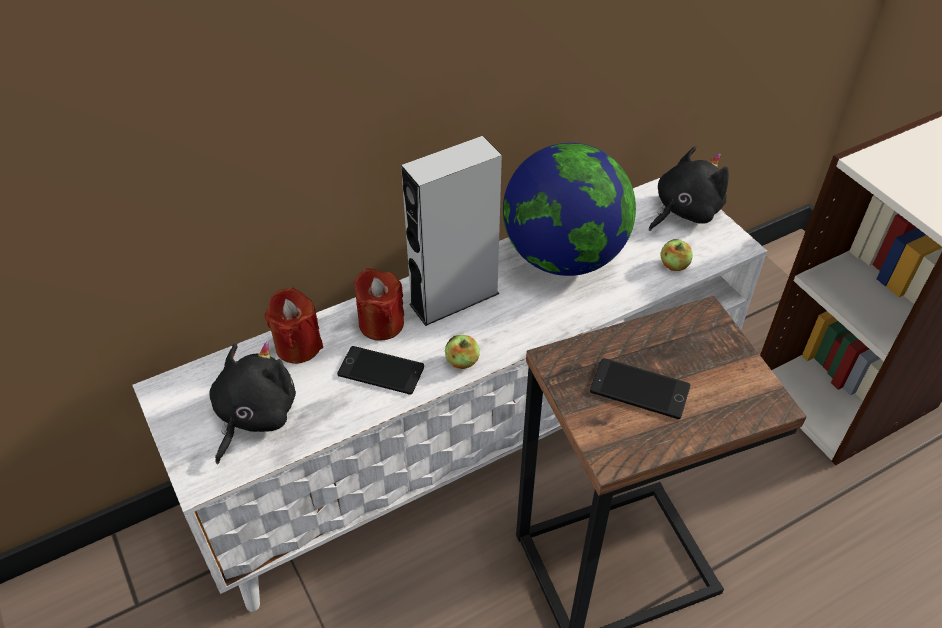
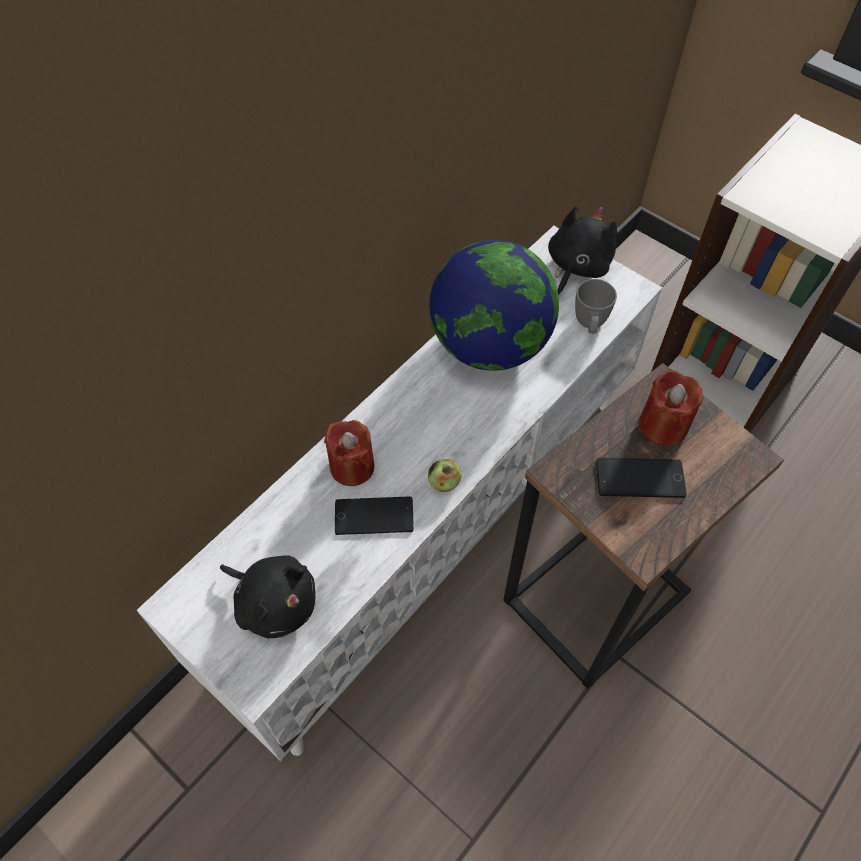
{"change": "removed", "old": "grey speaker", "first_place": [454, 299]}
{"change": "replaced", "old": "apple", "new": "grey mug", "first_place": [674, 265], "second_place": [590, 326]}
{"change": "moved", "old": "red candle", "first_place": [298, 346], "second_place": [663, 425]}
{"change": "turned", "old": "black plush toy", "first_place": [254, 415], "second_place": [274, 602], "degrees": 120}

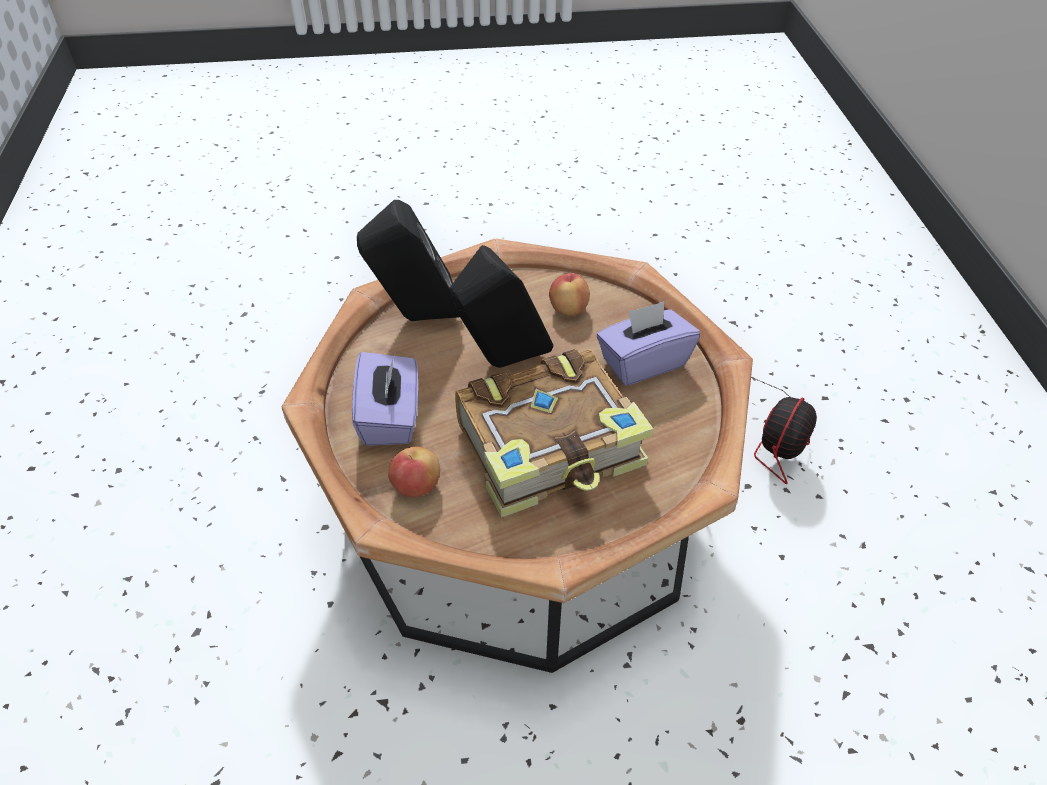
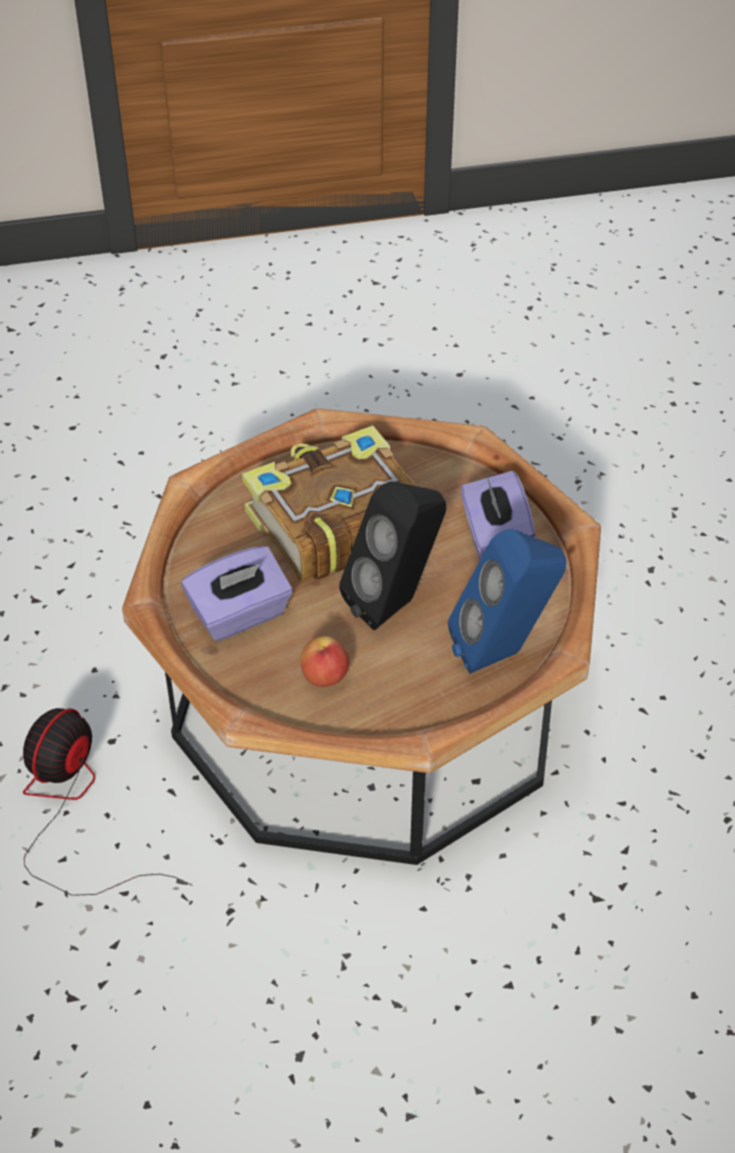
{"change": "recoloured", "old": "black speaker", "new": "blue speaker", "first_place": [416, 318], "second_place": [503, 652]}
{"change": "removed", "old": "apple", "first_place": [416, 486]}

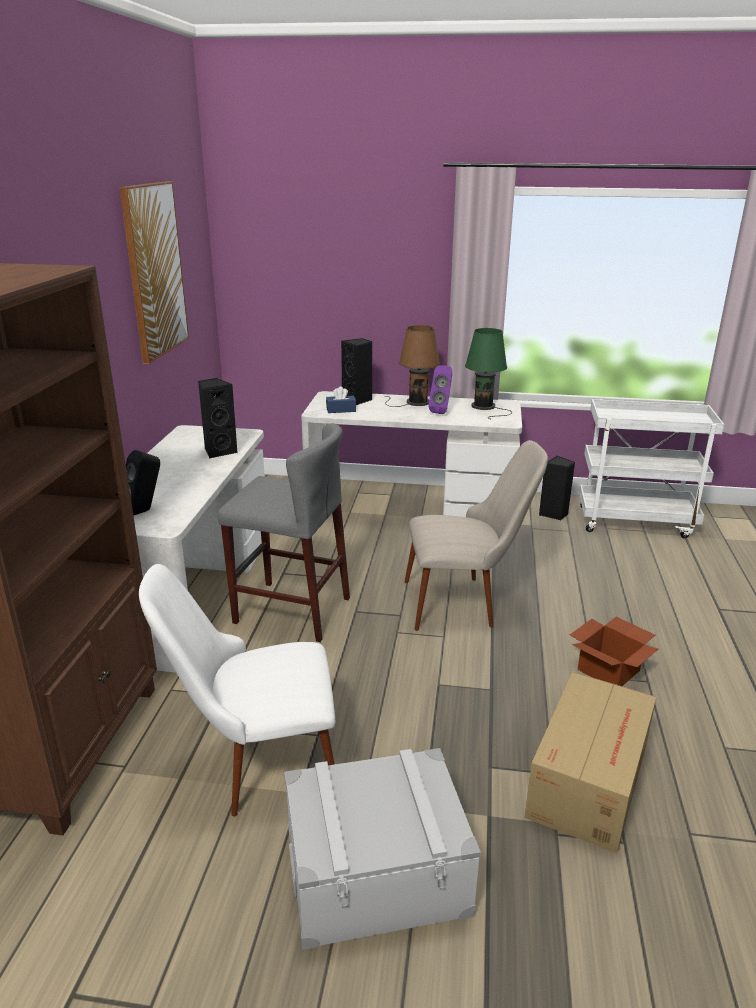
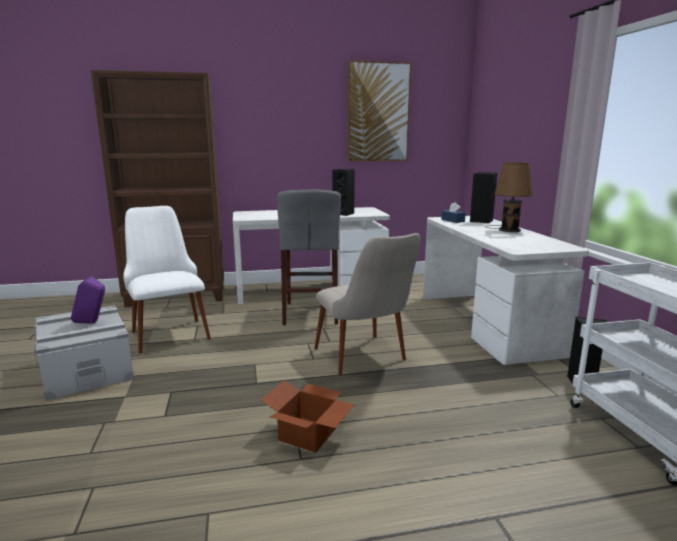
{"change": "removed", "old": "green table lamp", "first_place": [485, 407]}
{"change": "moved", "old": "purple speaker", "first_place": [442, 411], "second_place": [92, 323]}
{"change": "removed", "old": "black speaker", "first_place": [144, 511]}
{"change": "removed", "old": "cardboard box", "first_place": [590, 779]}

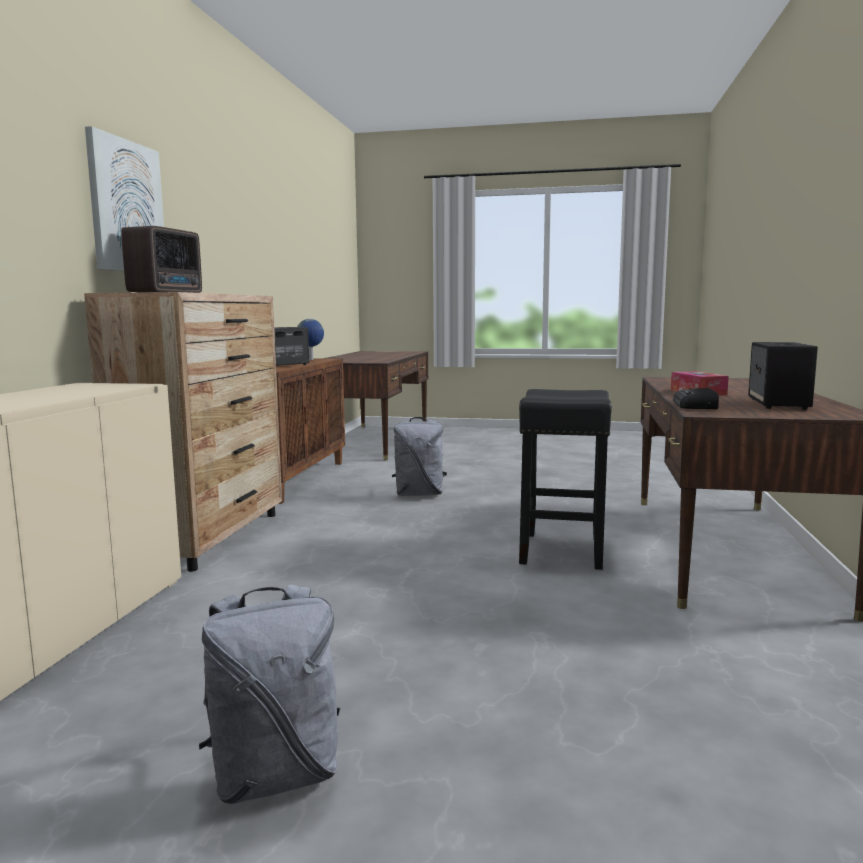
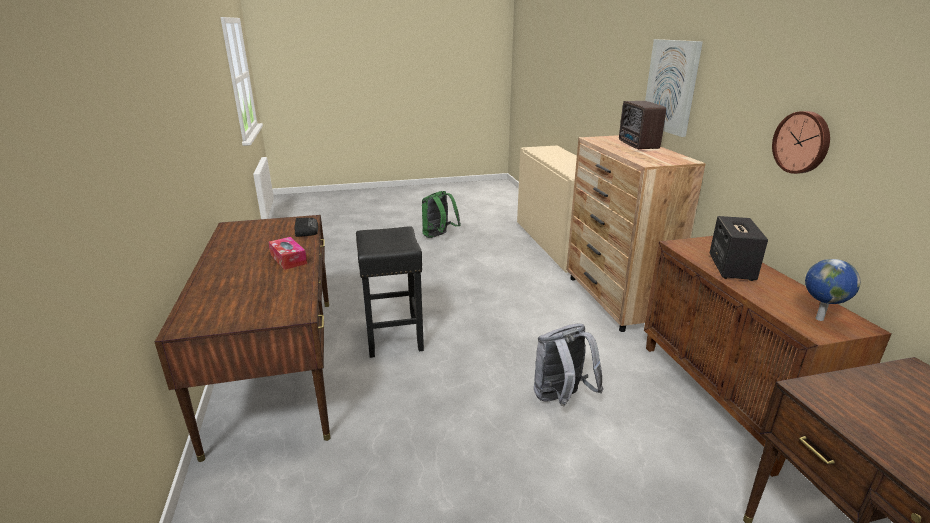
{"change": "removed", "old": "speaker", "first_place": [778, 404]}
{"change": "recoloured", "old": "grey backpack", "new": "green backpack", "first_place": [275, 775], "second_place": [438, 236]}
{"change": "added", "new": "wall clock", "second_place": [802, 142]}

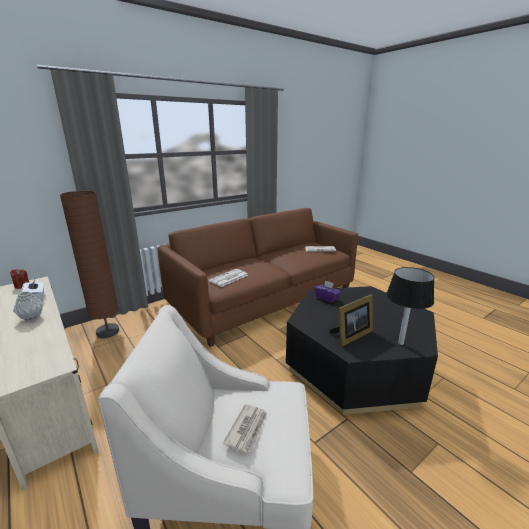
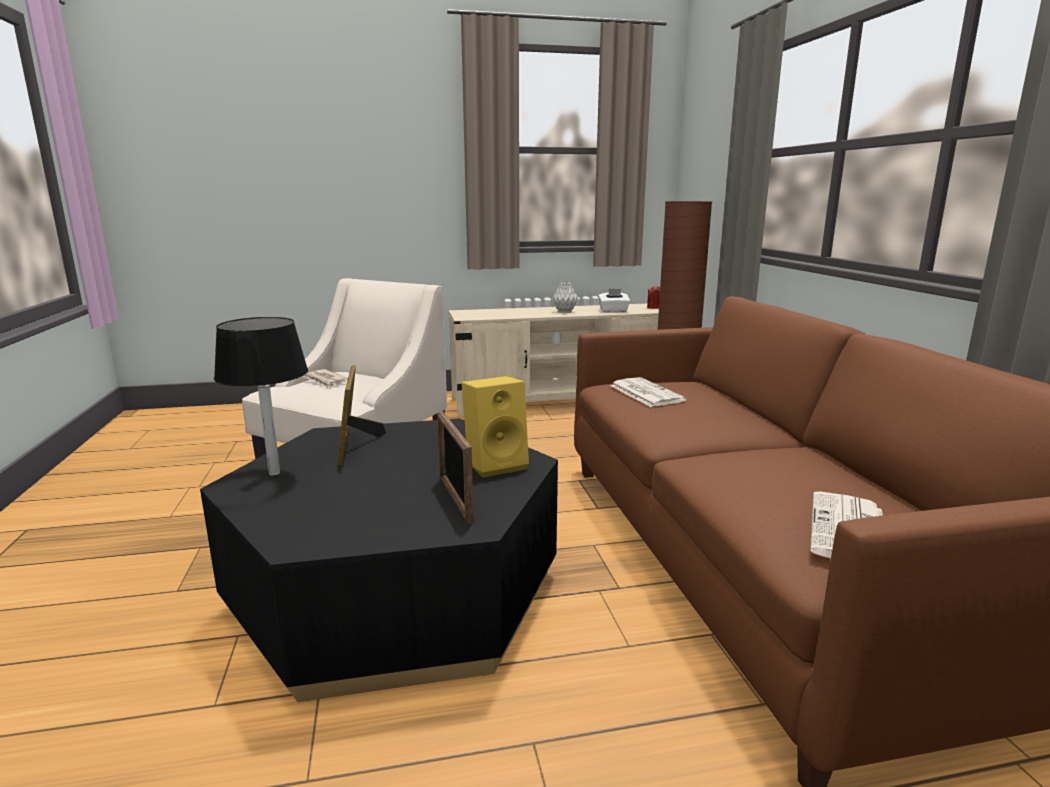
{"change": "replaced", "old": "purple tissue box", "new": "yellow speaker", "first_place": [326, 298], "second_place": [496, 464]}
{"change": "added", "new": "picture frame", "second_place": [455, 499]}

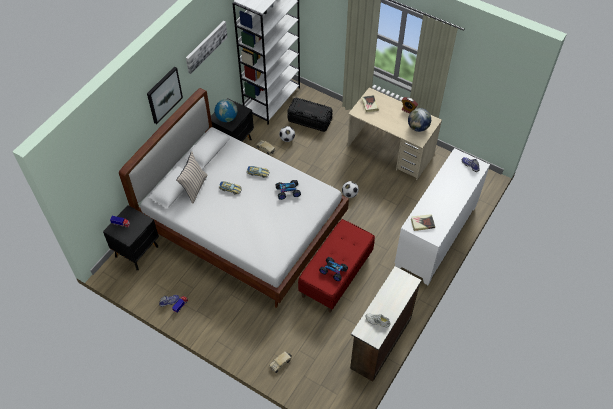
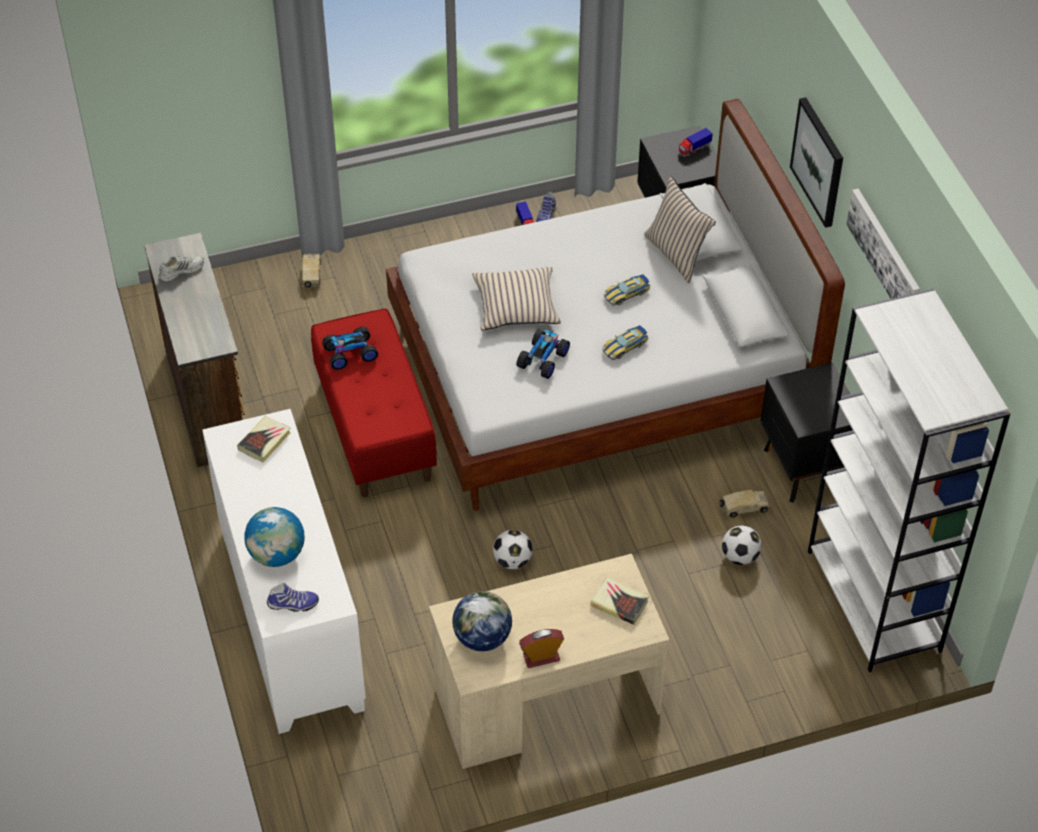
{"change": "removed", "old": "black storage box", "first_place": [309, 120]}
{"change": "moved", "old": "globe", "first_place": [227, 118], "second_place": [277, 554]}
{"change": "added", "new": "beige pillow", "second_place": [516, 306]}

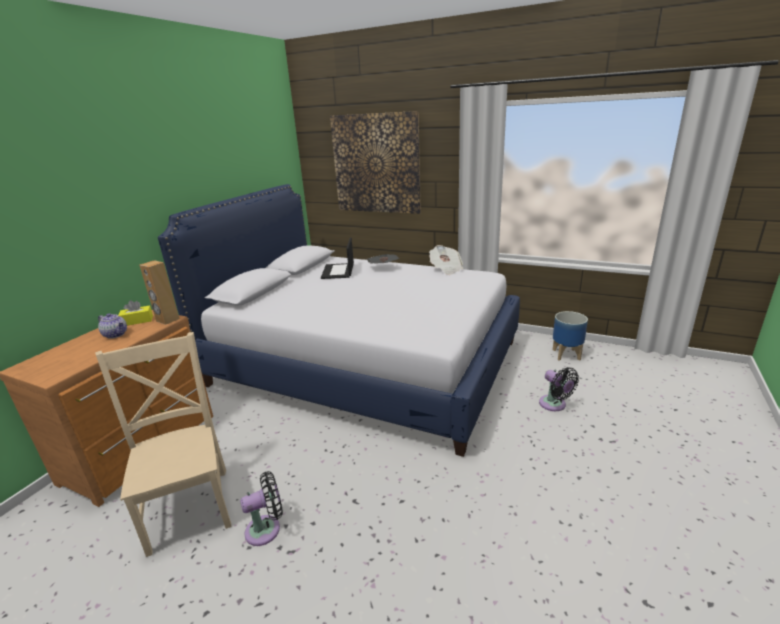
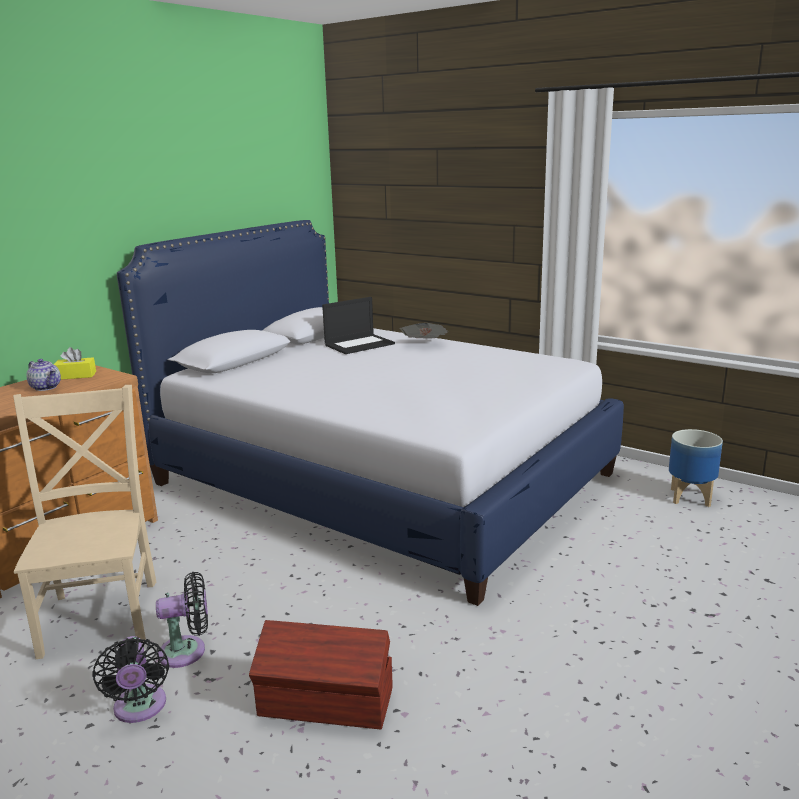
{"change": "removed", "old": "picture", "first_place": [376, 164]}
{"change": "turned", "old": "laptop", "first_place": [338, 271], "second_place": [359, 344], "degrees": -135}
{"change": "removed", "old": "newspaper", "first_place": [446, 269]}
{"change": "removed", "old": "brown speaker", "first_place": [167, 320]}
{"change": "moved", "old": "black fan", "first_place": [554, 405], "second_place": [140, 708]}
{"change": "added", "new": "brown storage box", "second_place": [326, 703]}

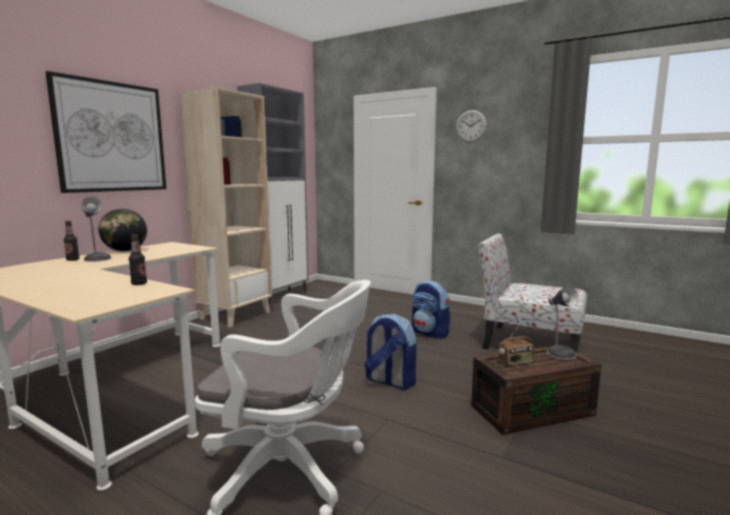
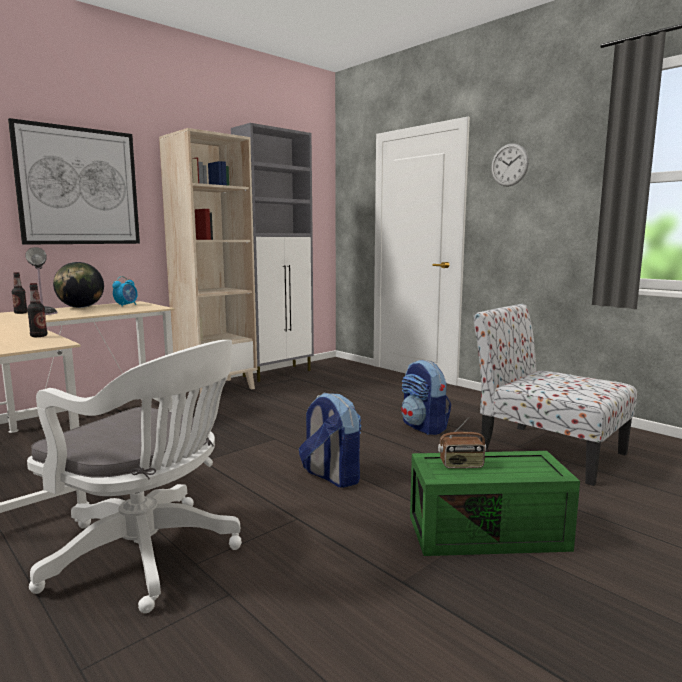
{"change": "removed", "old": "table lamp", "first_place": [560, 353]}
{"change": "recoloured", "old": "brown storage box", "new": "green storage box", "first_place": [532, 409], "second_place": [488, 531]}
{"change": "added", "new": "alarm clock", "second_place": [126, 305]}

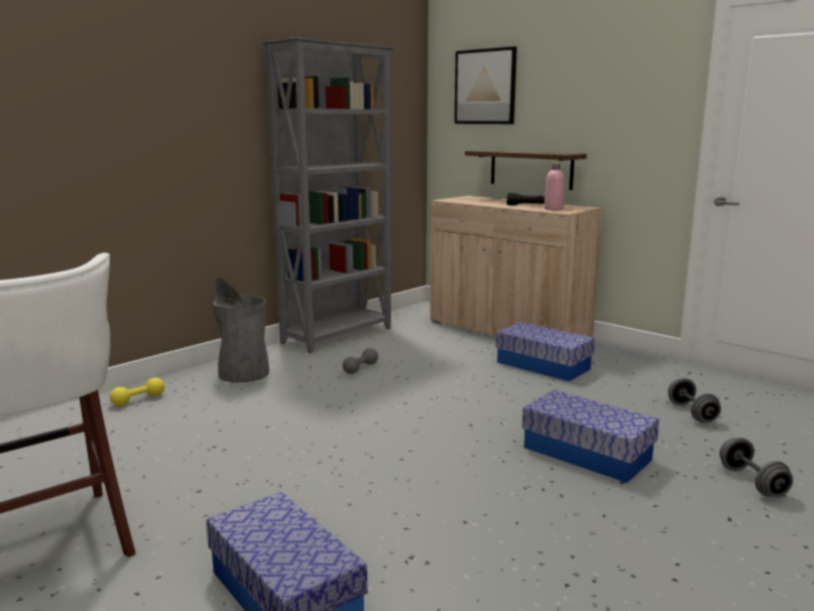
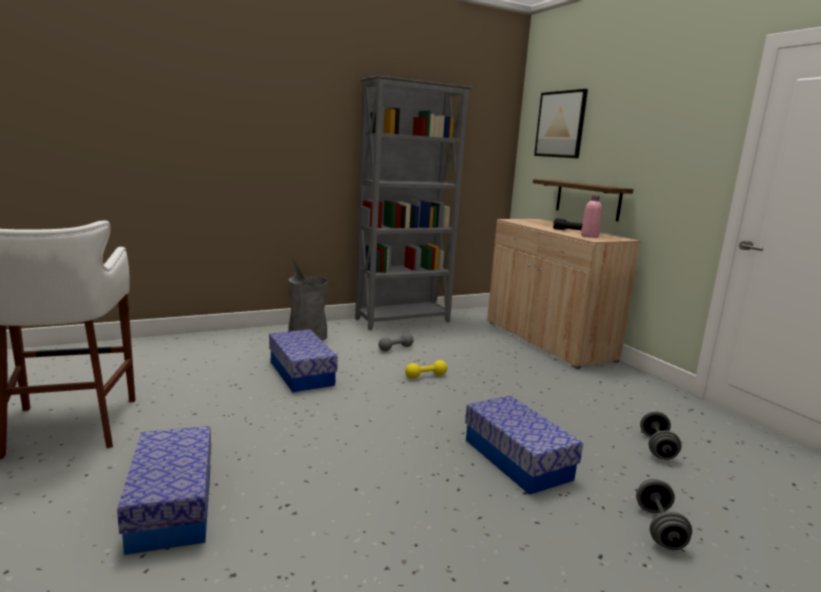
{"change": "moved", "old": "storage box", "first_place": [543, 365], "second_place": [301, 373]}
{"change": "moved", "old": "yellow dumbbell", "first_place": [138, 400], "second_place": [426, 376]}

